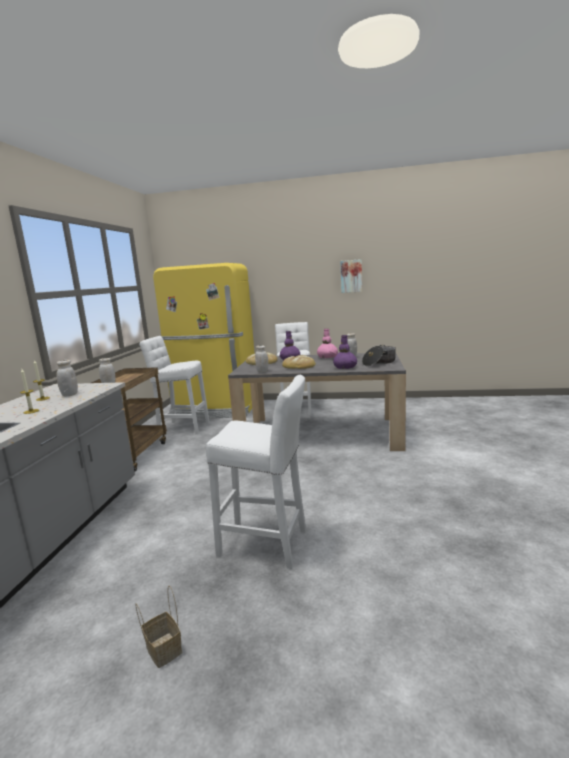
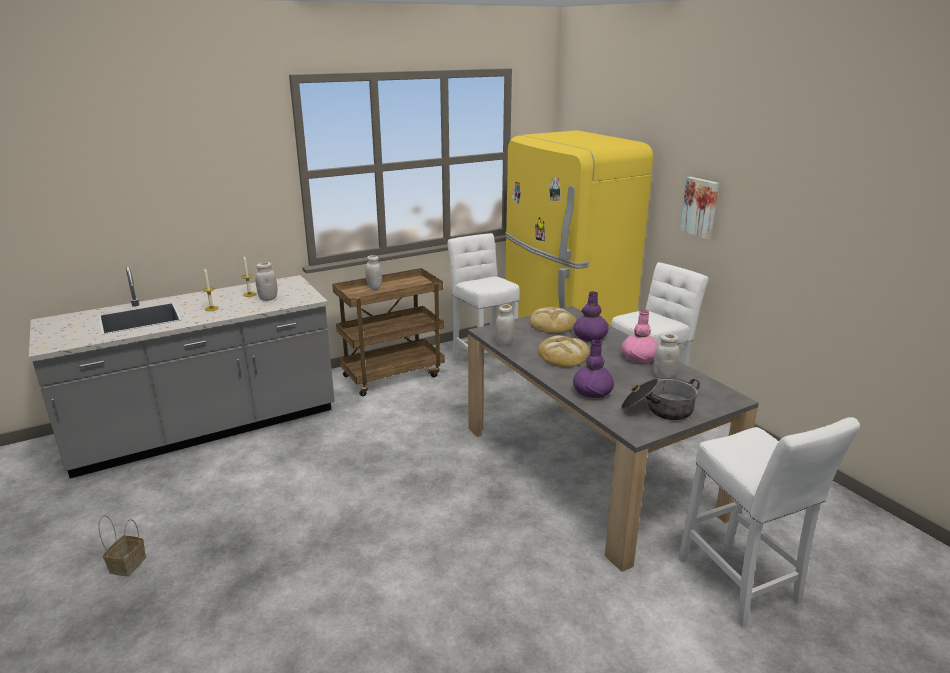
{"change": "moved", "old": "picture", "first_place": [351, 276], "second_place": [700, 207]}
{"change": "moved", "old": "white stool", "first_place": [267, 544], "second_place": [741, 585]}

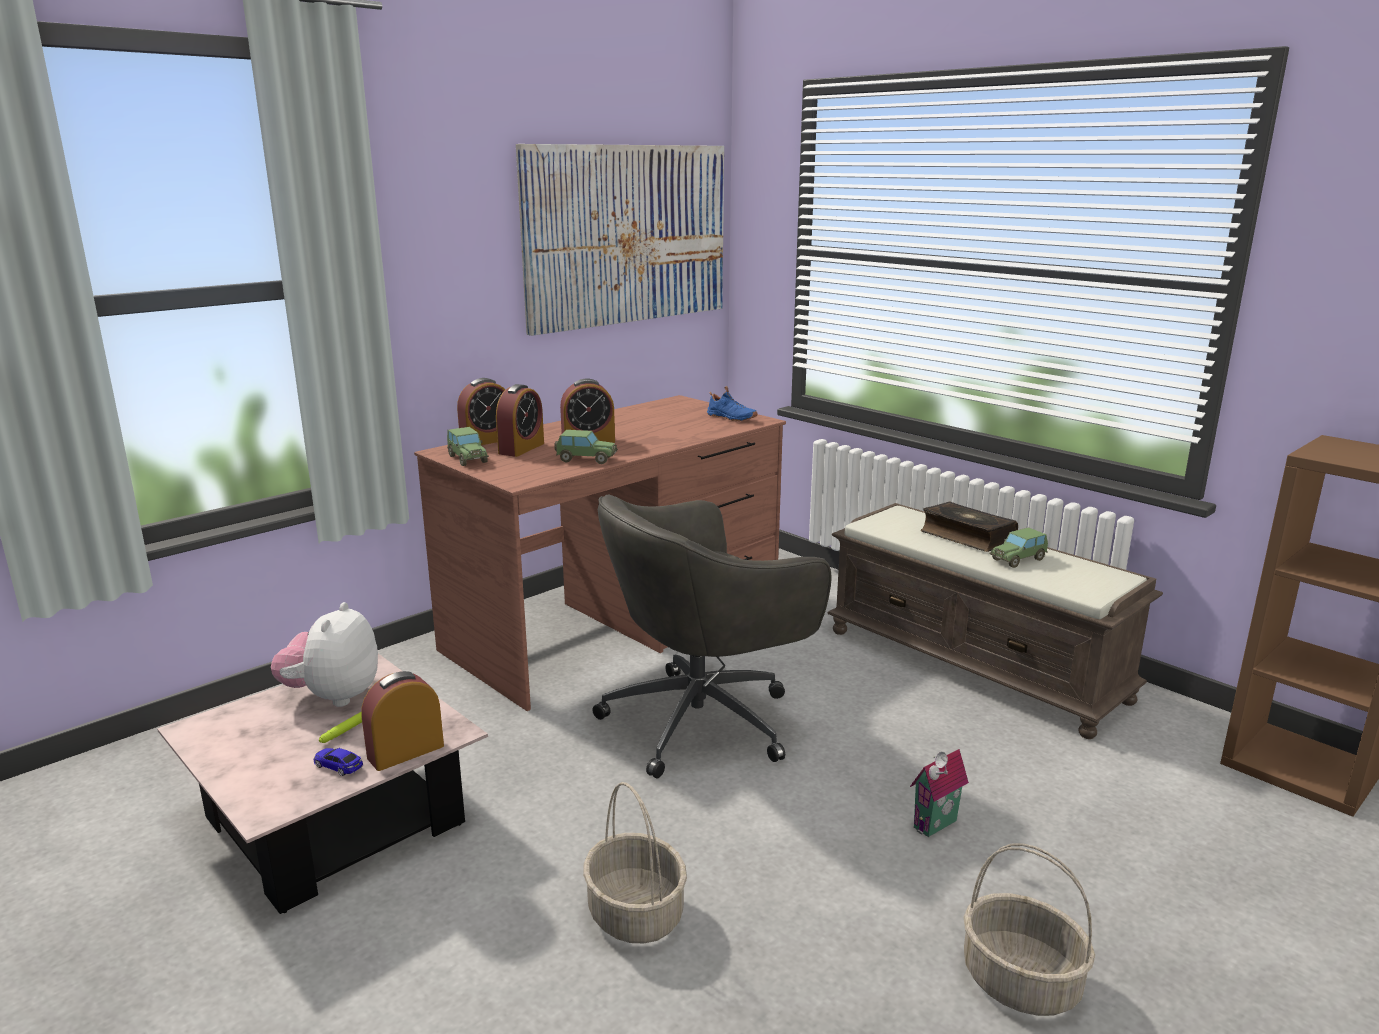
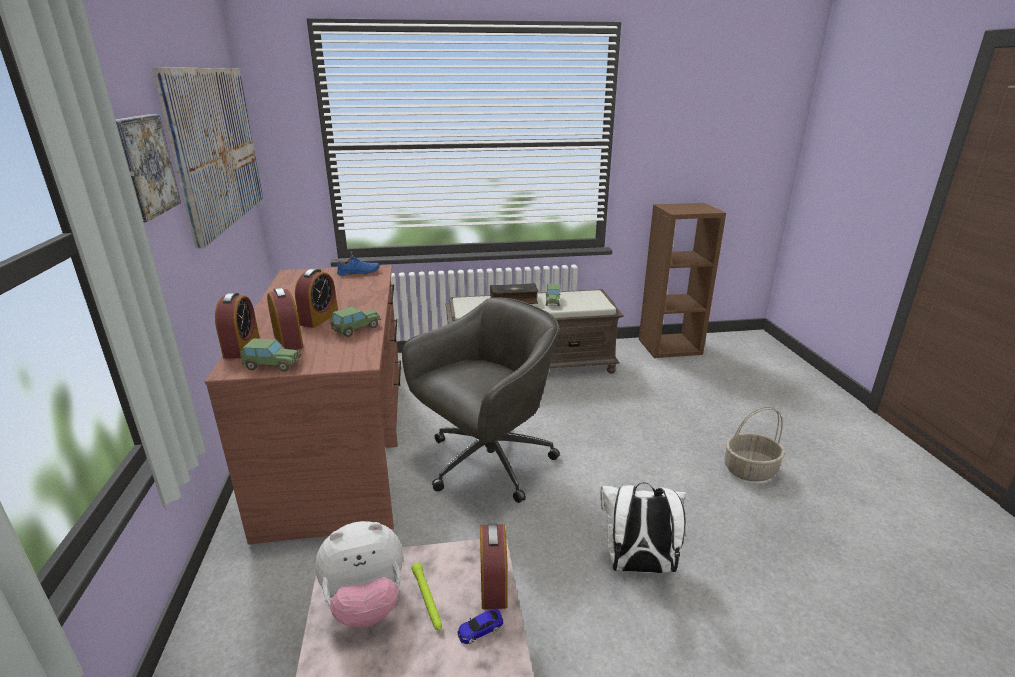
{"change": "turned", "old": "grey office chair", "first_place": [704, 720], "second_place": [486, 463], "degrees": -135}
{"change": "turned", "old": "plush toy", "first_place": [333, 696], "second_place": [366, 604], "degrees": -60}
{"change": "removed", "old": "toy house", "first_place": [937, 826]}
{"change": "replaced", "old": "basket", "new": "white backpack", "first_place": [634, 914], "second_place": [637, 566]}
{"change": "added", "new": "picture", "second_place": [141, 166]}

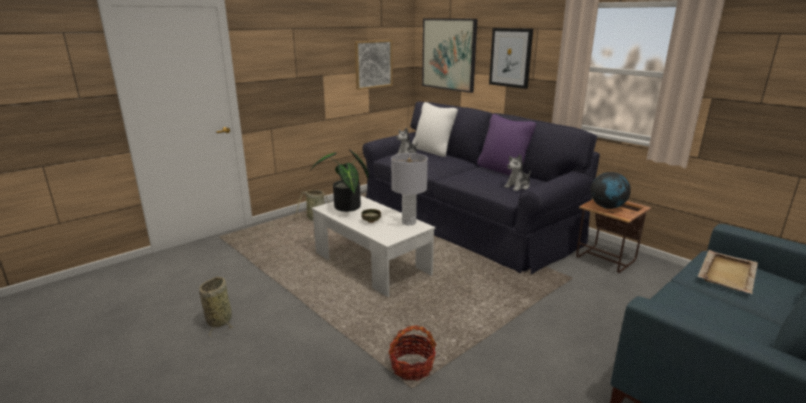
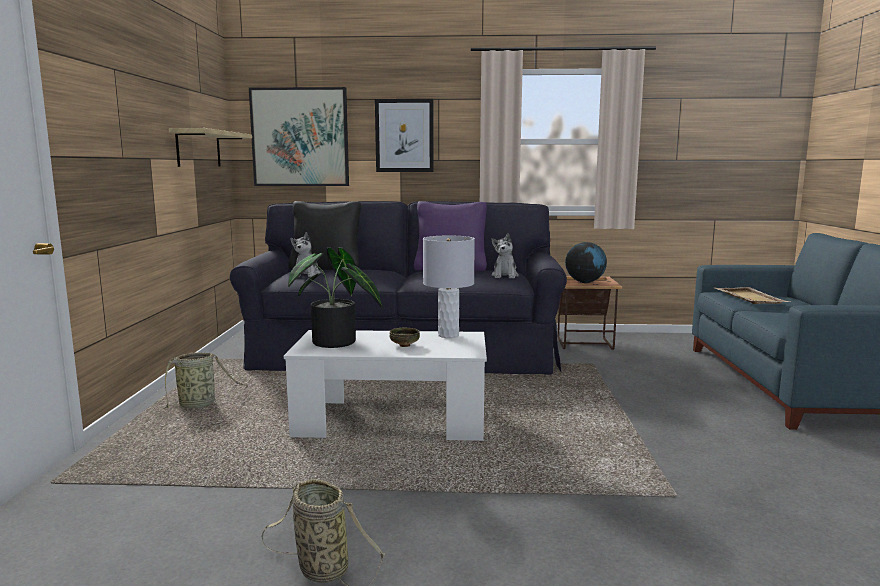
{"change": "replaced", "old": "picture", "new": "shelf", "first_place": [373, 64], "second_place": [199, 149]}
{"change": "recoloured", "old": "white pillow", "new": "black pillow", "first_place": [433, 151], "second_place": [326, 268]}
{"change": "removed", "old": "basket", "first_place": [412, 367]}

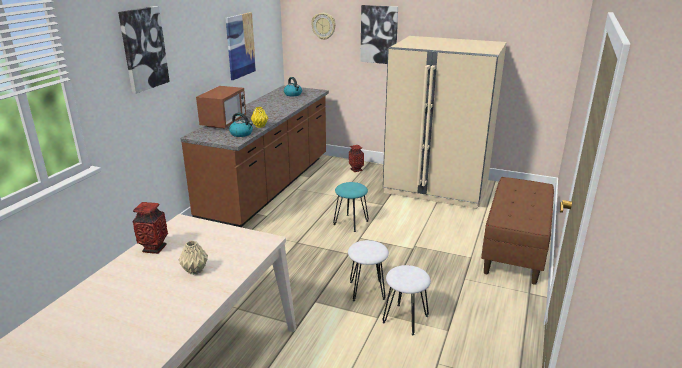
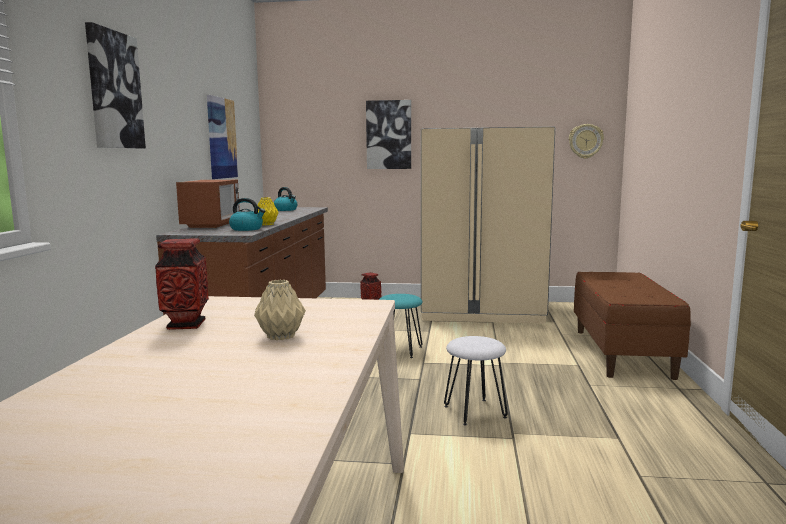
{"change": "moved", "old": "wall clock", "first_place": [323, 26], "second_place": [585, 141]}
{"change": "removed", "old": "white stool", "first_place": [406, 319]}

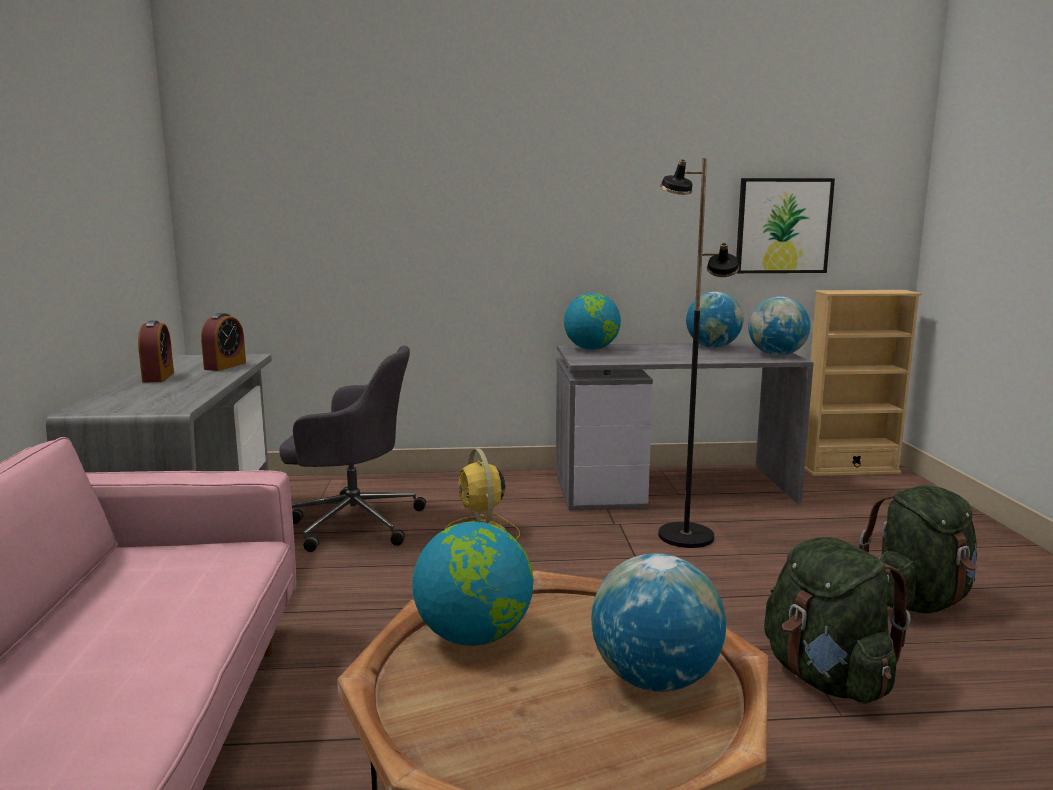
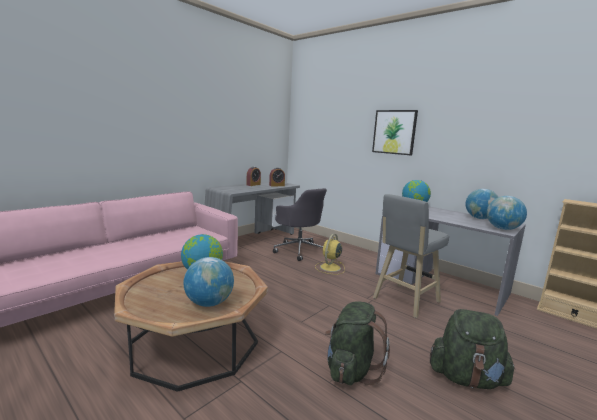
{"change": "replaced", "old": "black floor lamp", "new": "grey stool", "first_place": [685, 536], "second_place": [404, 301]}
{"change": "moved", "old": "picture", "first_place": [783, 226], "second_place": [394, 132]}

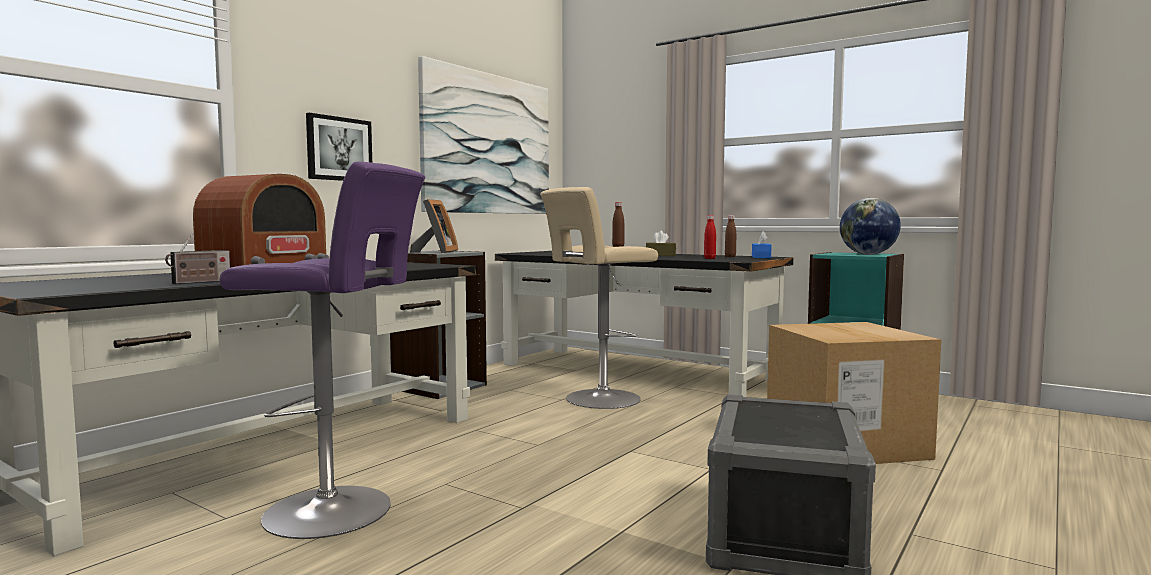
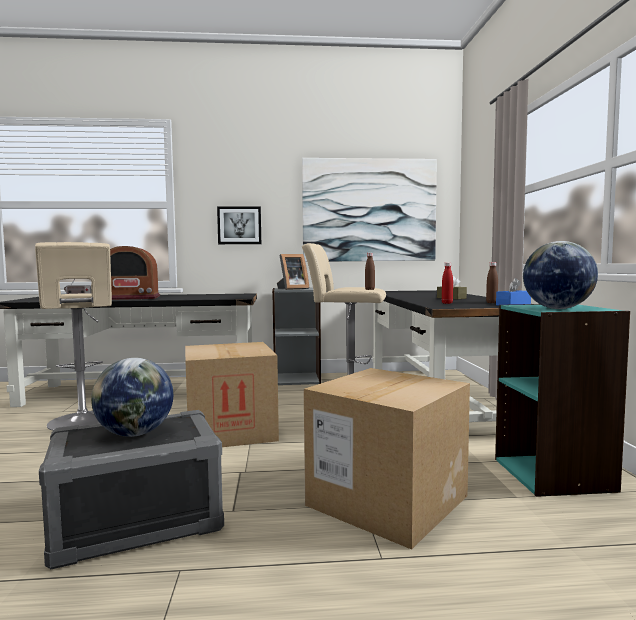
{"change": "recoloured", "old": "purple stool", "new": "beige stool", "first_place": [337, 511], "second_place": [83, 422]}
{"change": "added", "new": "cardboard box", "second_place": [230, 431]}
{"change": "added", "new": "globe", "second_place": [135, 434]}

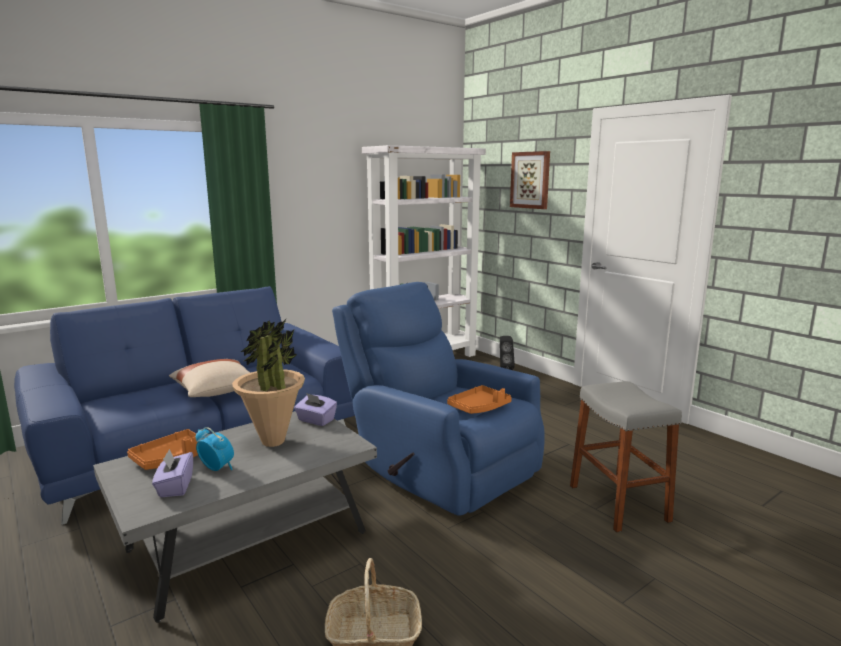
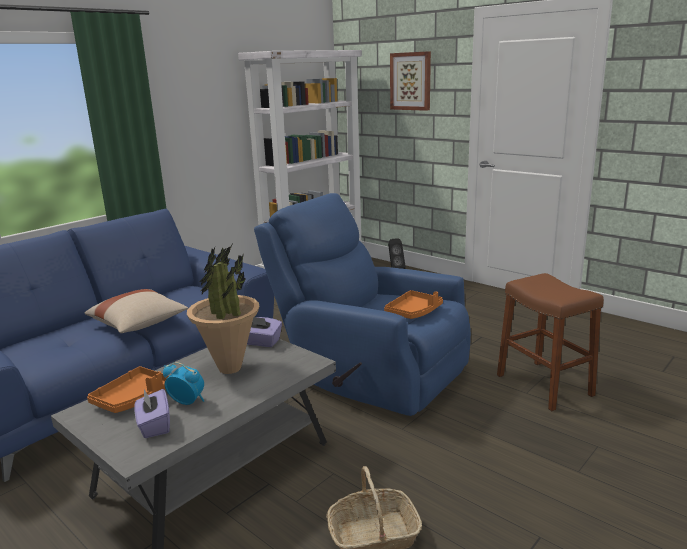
{"change": "recoloured", "old": "grey stool", "new": "brown stool", "first_place": [618, 503], "second_place": [544, 385]}

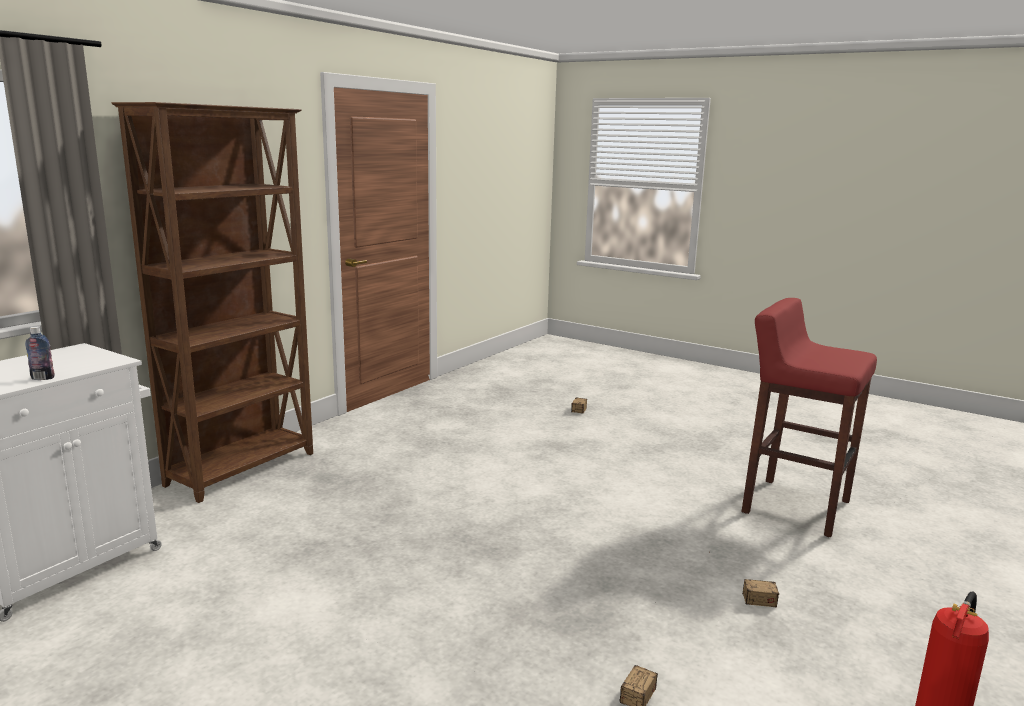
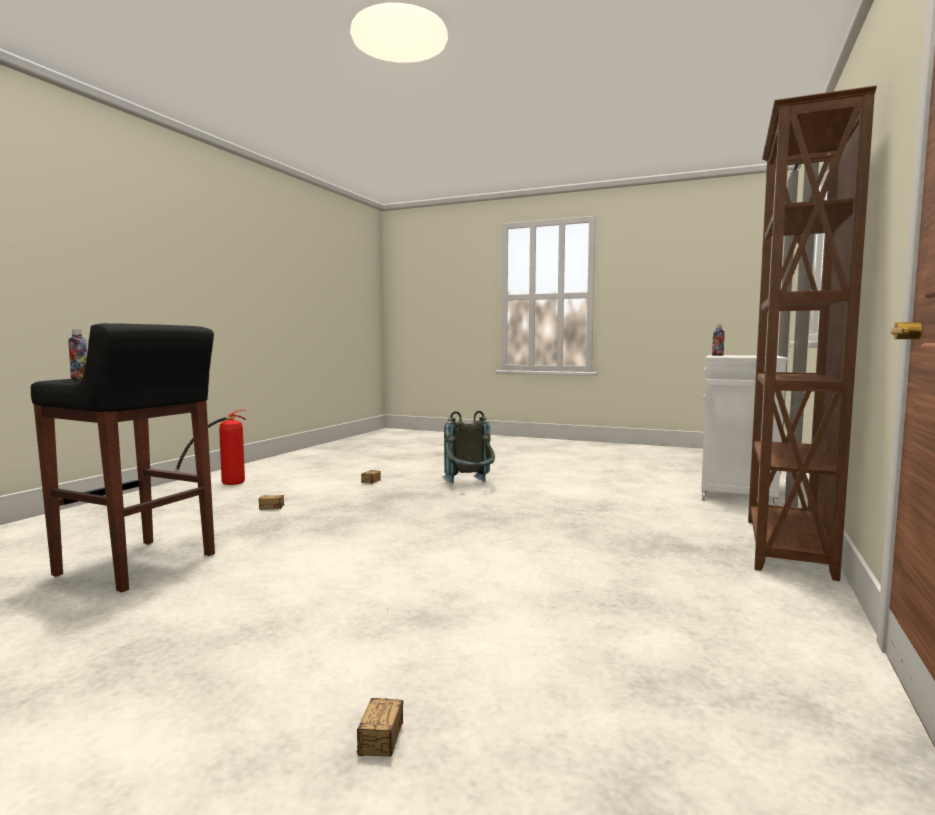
{"change": "recoloured", "old": "red stool", "new": "black stool", "first_place": [794, 506], "second_place": [138, 565]}
{"change": "added", "new": "bottle", "second_place": [80, 379]}
{"change": "added", "new": "grey backpack", "second_place": [470, 486]}

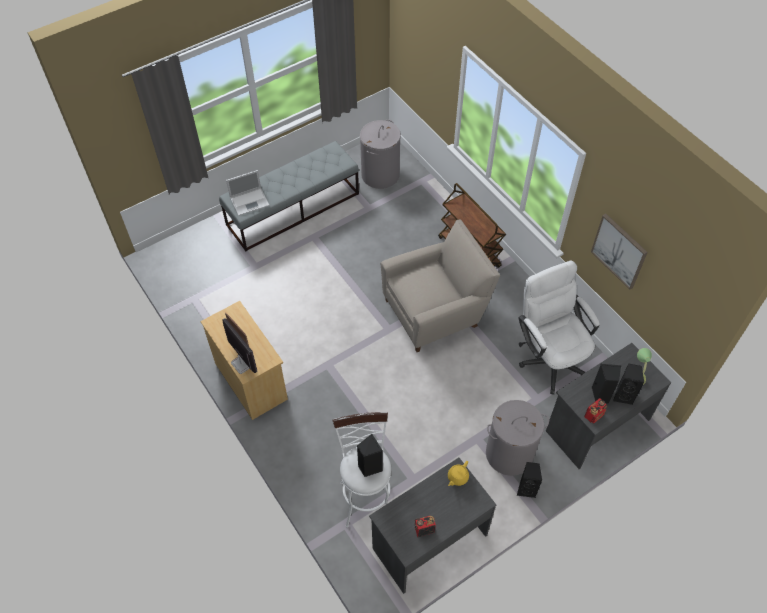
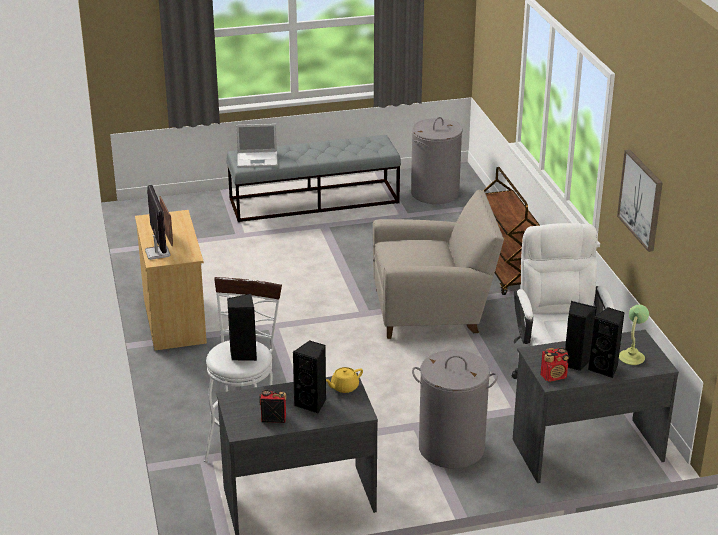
{"change": "moved", "old": "black speaker", "first_place": [526, 489], "second_place": [312, 403]}

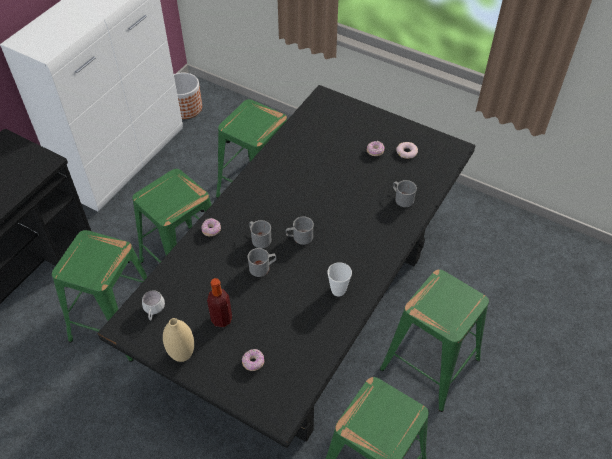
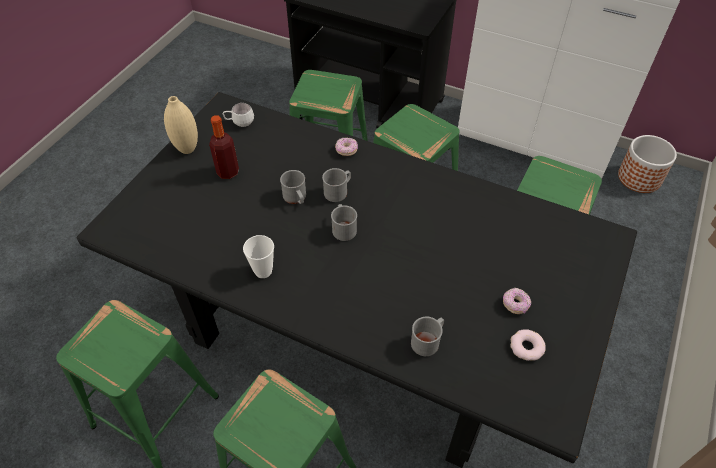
{"change": "removed", "old": "donut", "first_place": [253, 362]}

